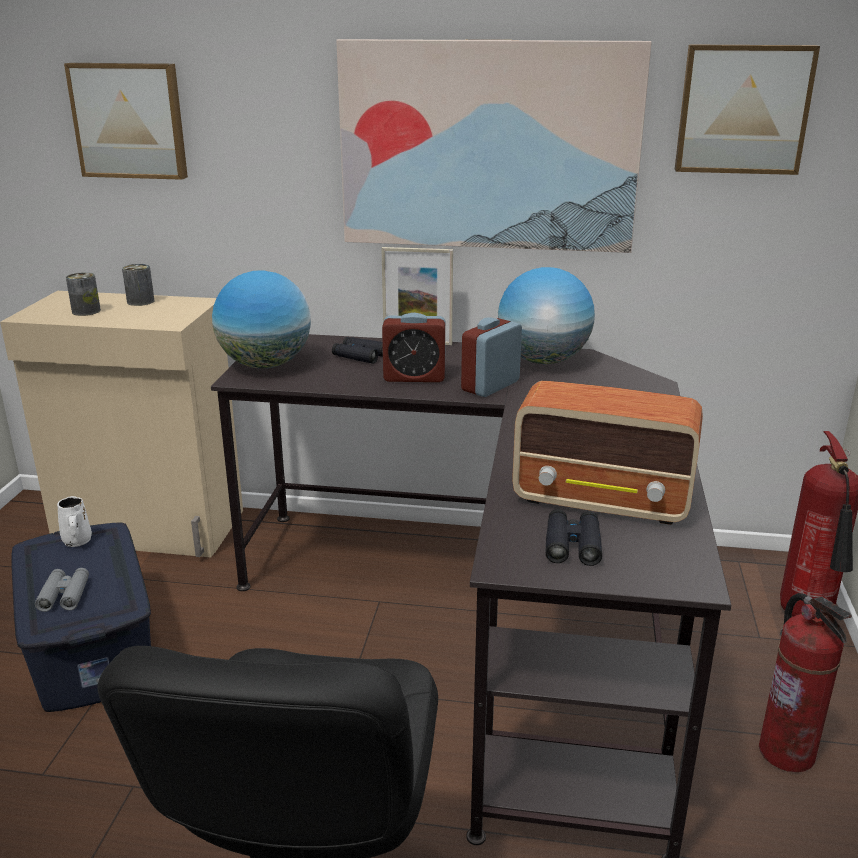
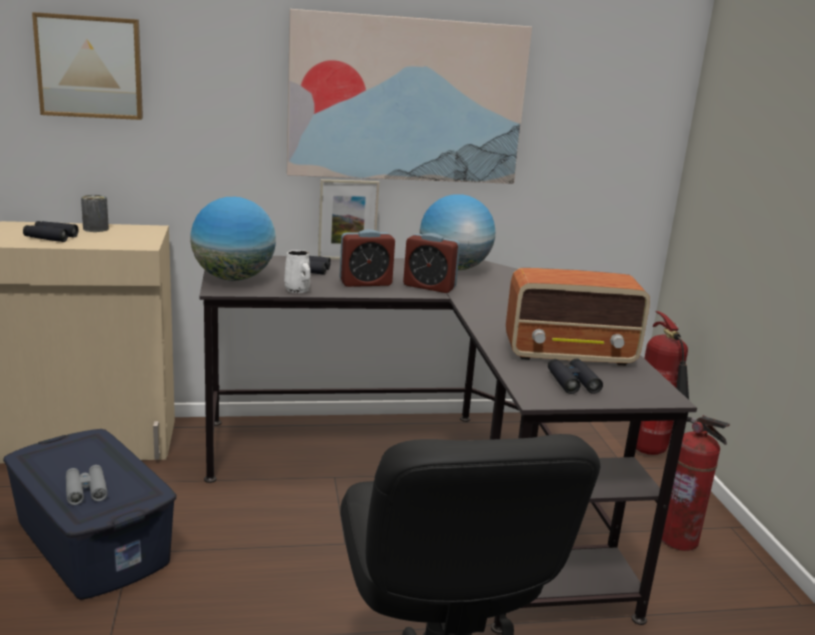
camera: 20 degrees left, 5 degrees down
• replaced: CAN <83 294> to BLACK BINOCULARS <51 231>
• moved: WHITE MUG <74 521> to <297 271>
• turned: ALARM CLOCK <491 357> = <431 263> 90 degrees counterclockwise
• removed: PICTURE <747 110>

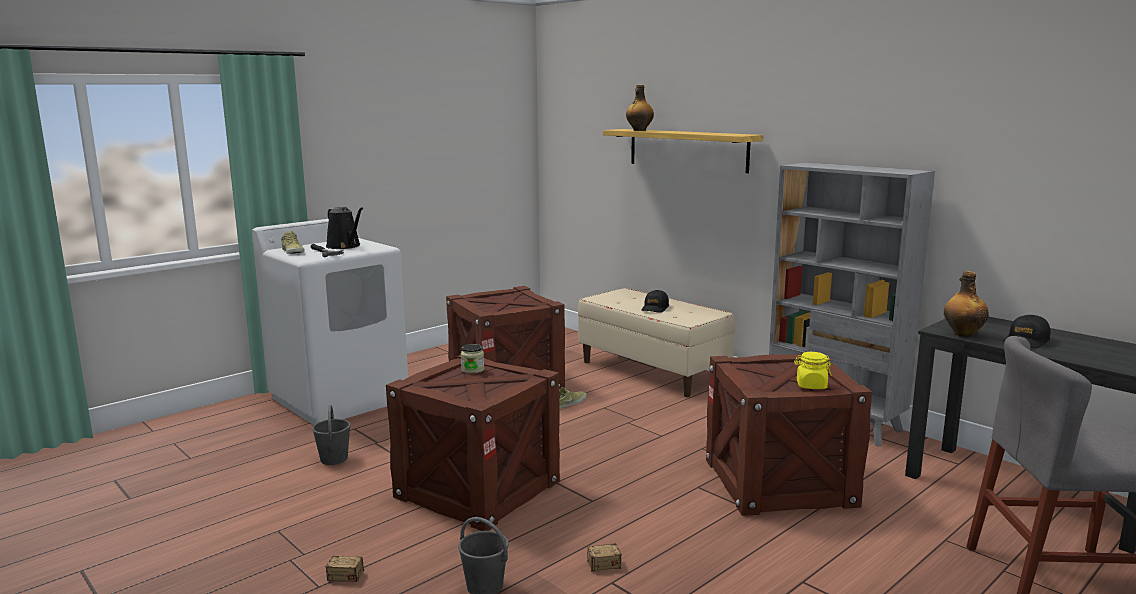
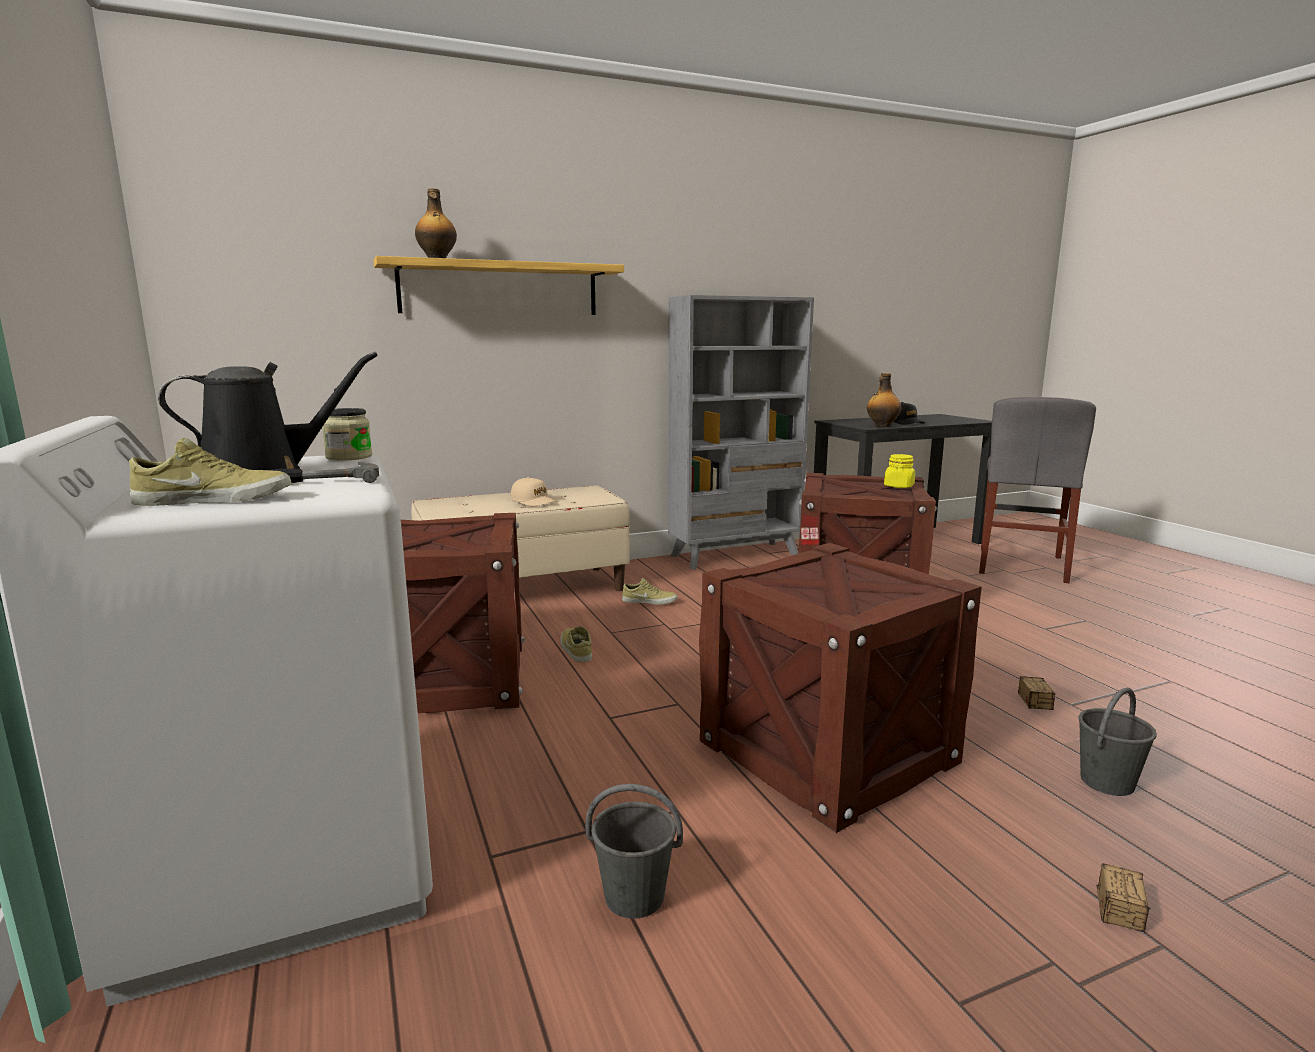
camera: 70 degrees left, 0 degrees up
• moved: JAR <472 359> to <347 434>
• recoloured: BLACK CAP <655 301> to BEIGE CAP <534 491>
• added: BEIGE SHOE <650 591>

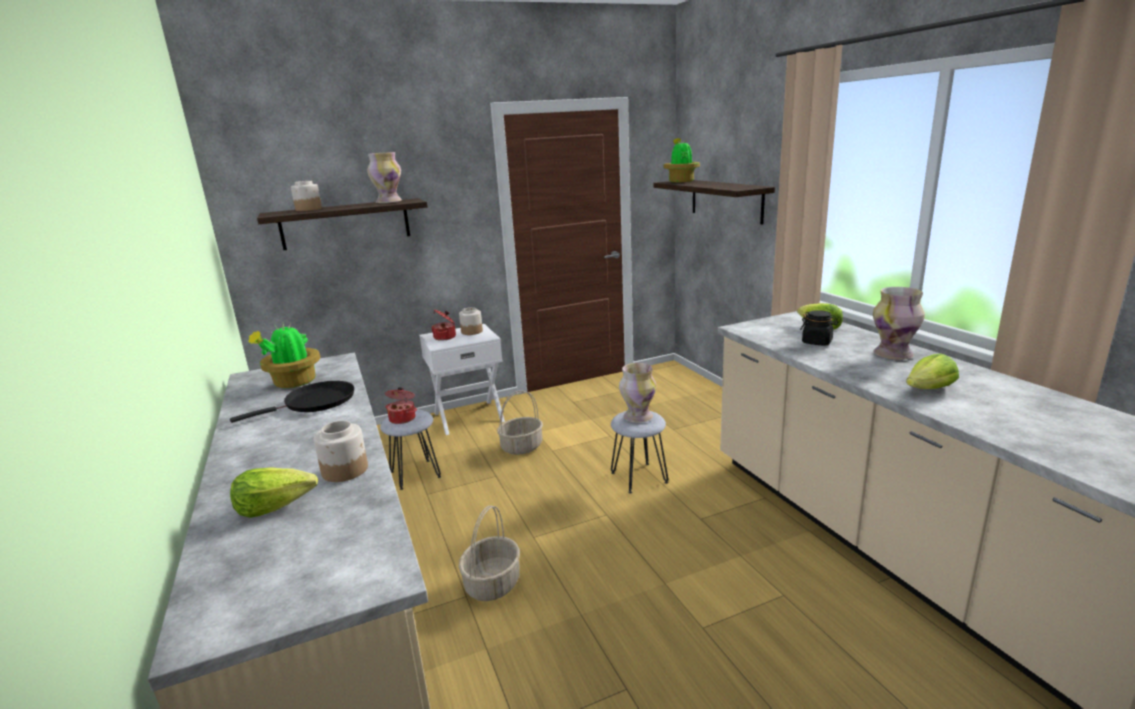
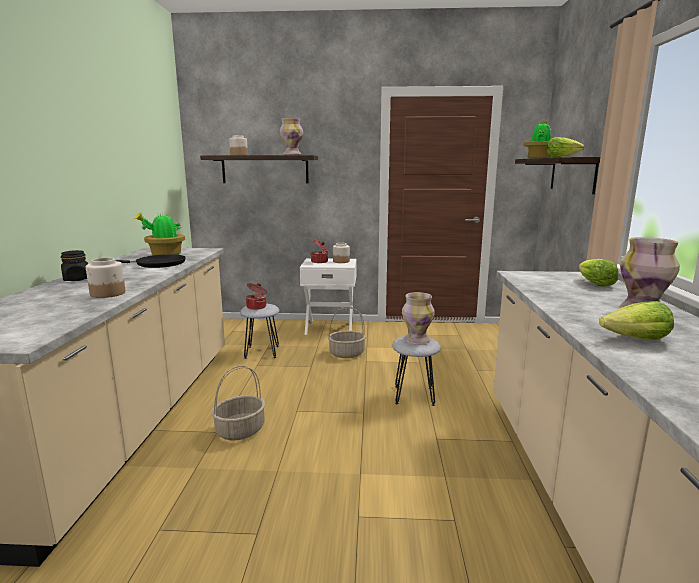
camera: 25 degrees right, 5 degrees down
• moved: BLACK JAR <819 328> to <74 265>
• moved: LETTUCE <274 492> to <565 147>

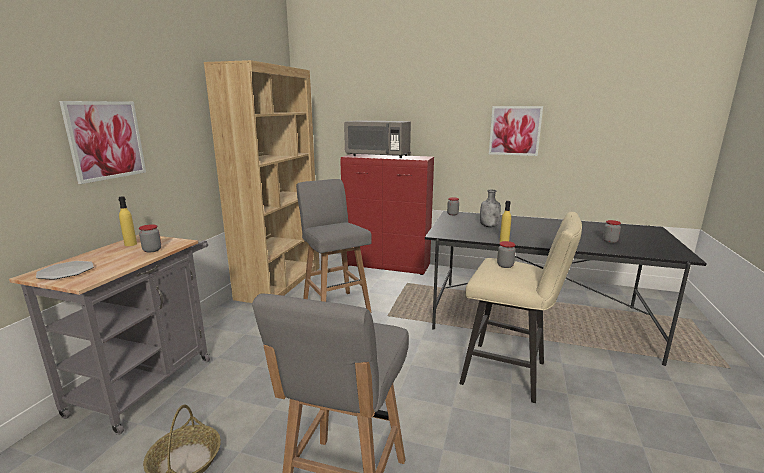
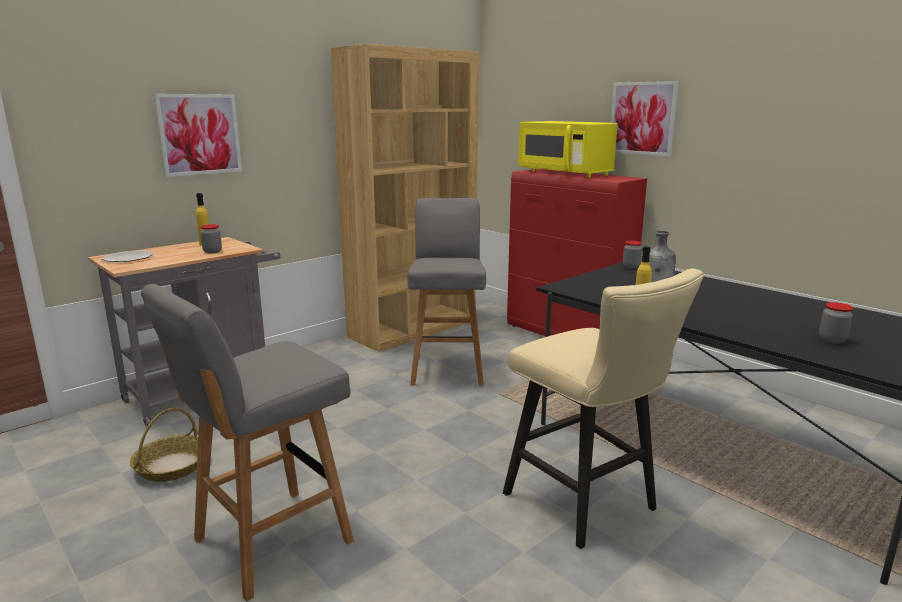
camera: 30 degrees right, 0 degrees up
• recoloured: GREY MICROWAVE <377 139> to YELLOW MICROWAVE <568 149>
• moved: PICTURE <516 131> to <645 118>
• removed: JAR <506 254>

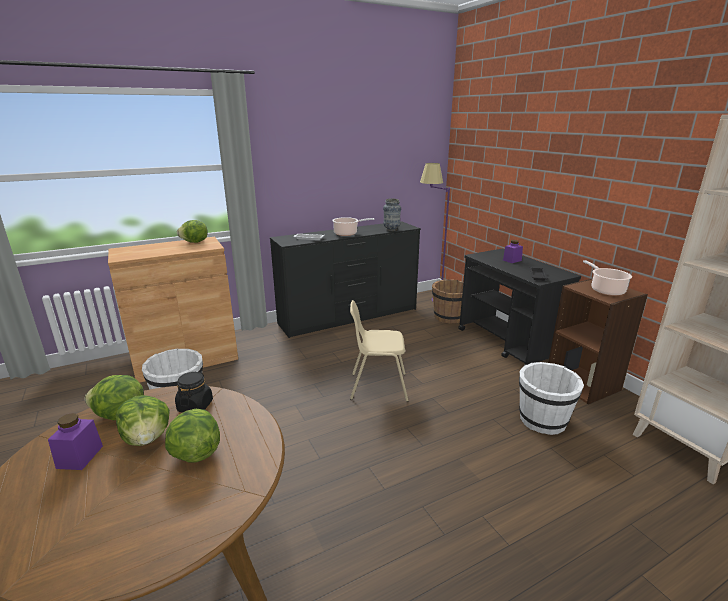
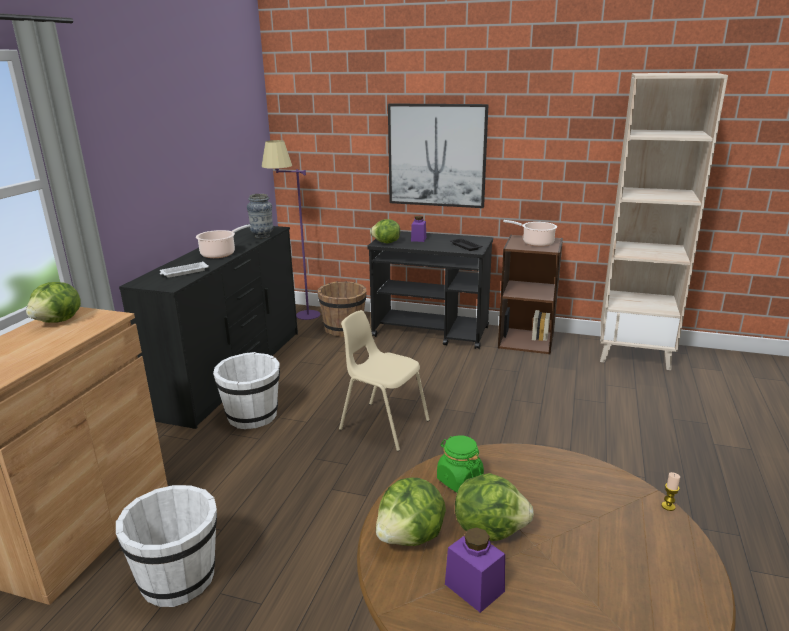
camera: 45 degrees left, 0 degrees up
• moved: WHITE BUCKET <551 398> to <246 390>
• turned: BEIGE CHAIR <379 351> = <384 380> 75 degrees clockwise
• moved: LETTUCE <192 435> to <385 231>
• added: PICTURE <438 155>
• recoloured: BLACK JAR <194 392> to GREEN JAR <460 464>
• added: CANDLE <670 491>

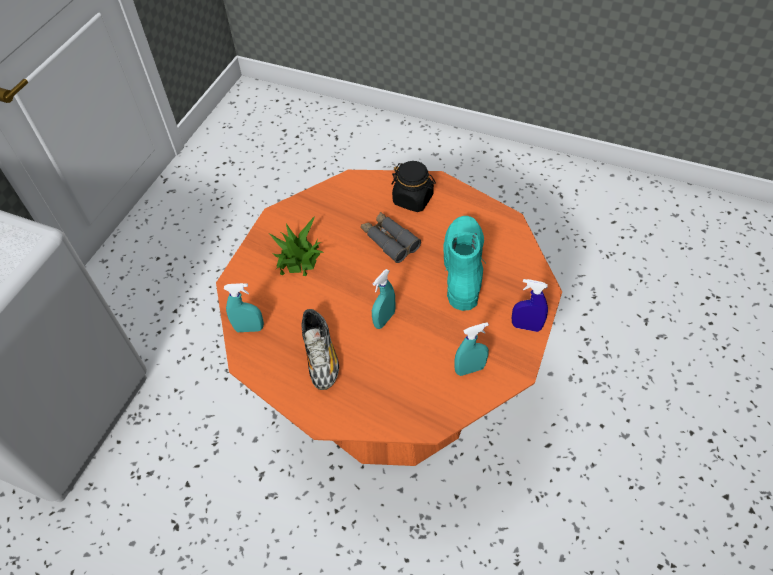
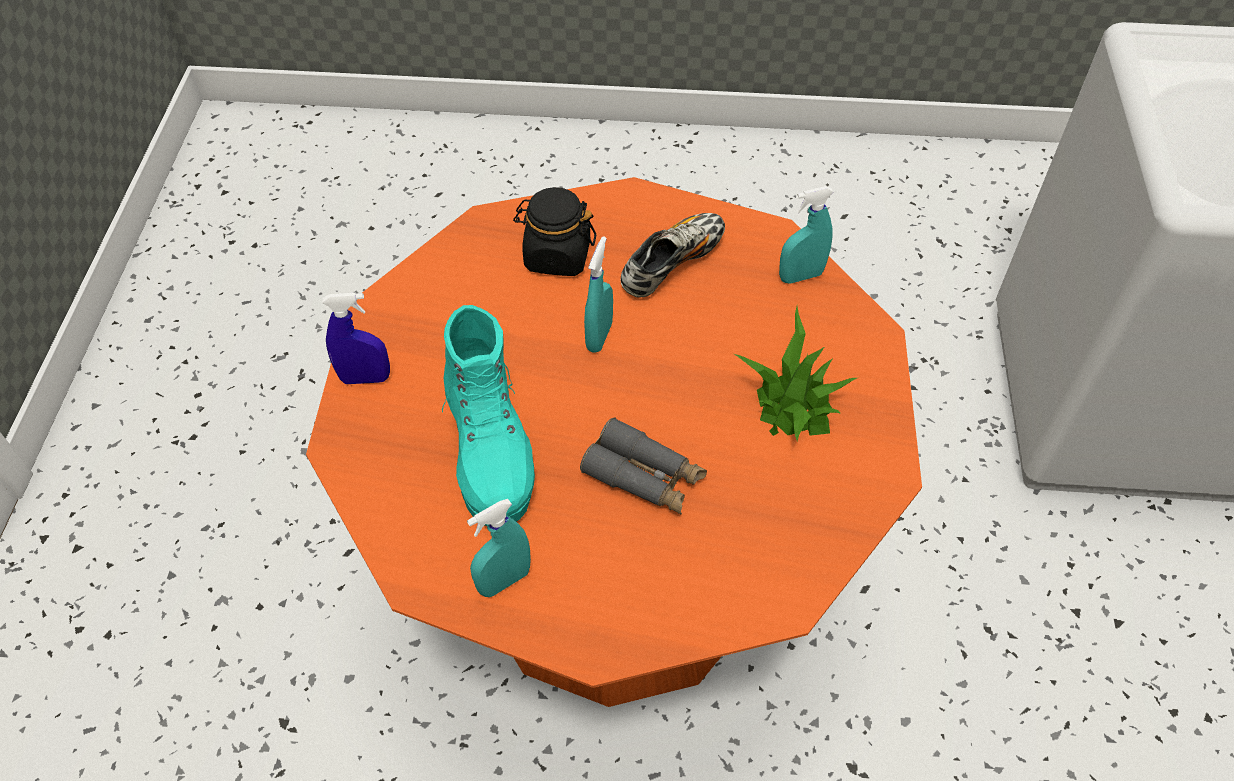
camera: 160 degrees right, 0 degrees up
• moved: TURQUOISE SPRAY BOTTLE <471 349> to <499 548>
• moved: BLACK JAR <413 186> to <555 231>
• turned: SHOE <320 349> = <672 255> 75 degrees clockwise

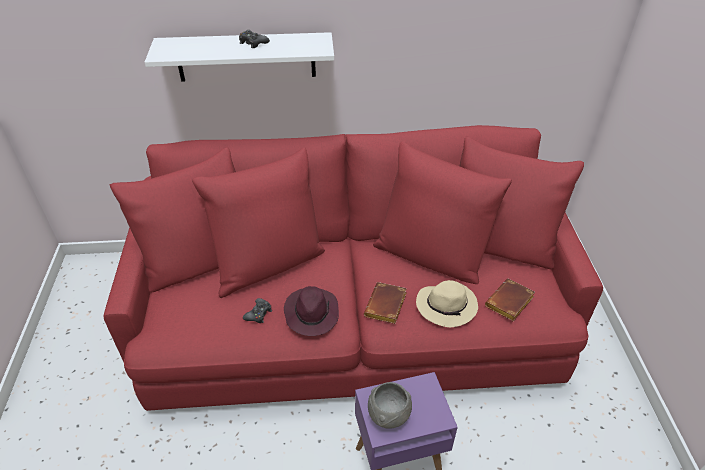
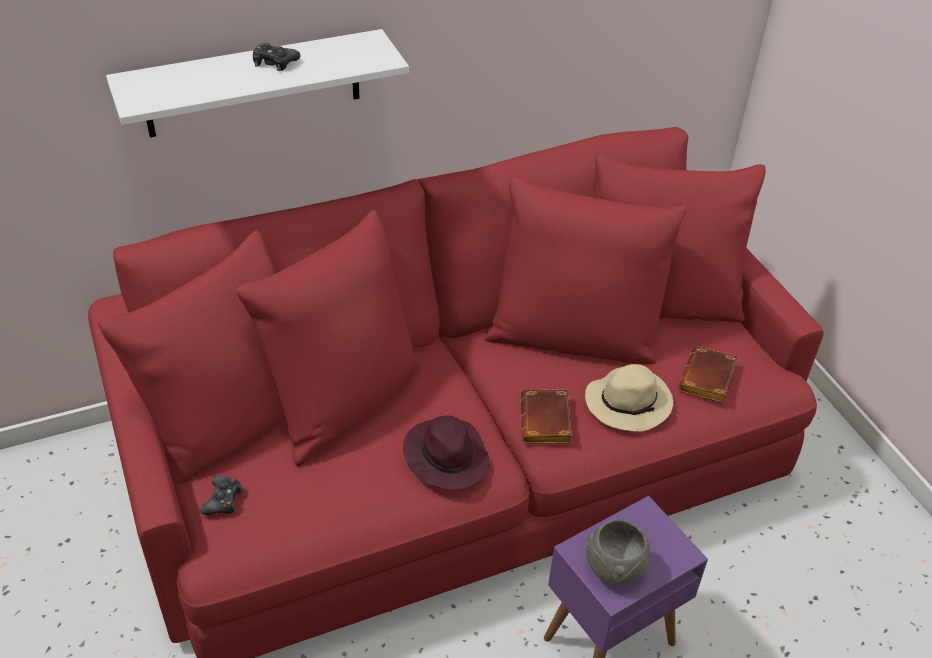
camera: 20 degrees left, 0 degrees up
• moved: BLACK GAME CONTROLLER <257 310> to <221 495>

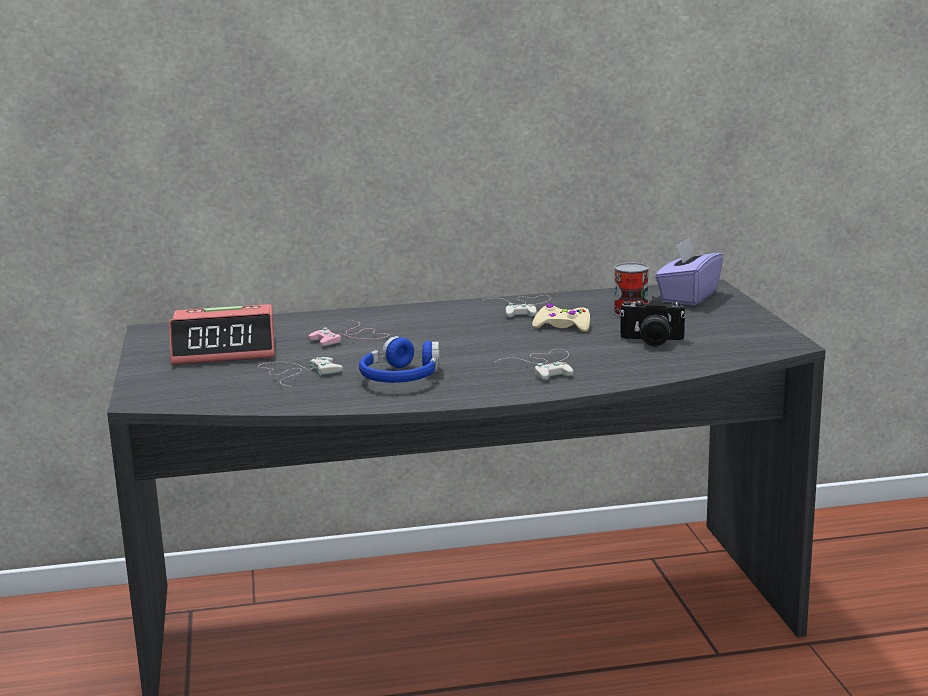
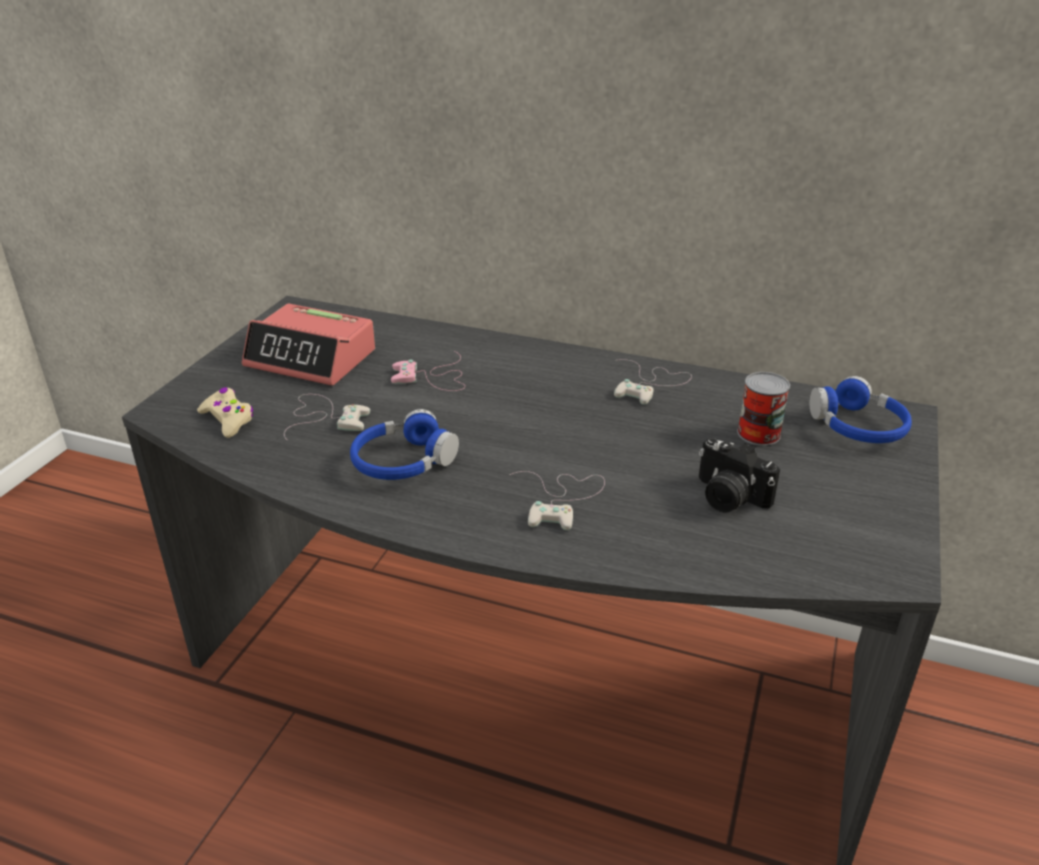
camera: 30 degrees right, 15 degrees up
• moved: BEIGE GAME CONTROLLER <561 318> to <225 412>
• replaced: PURPLE TISSUE BOX <689 271> to BLUE HEADPHONES <860 409>

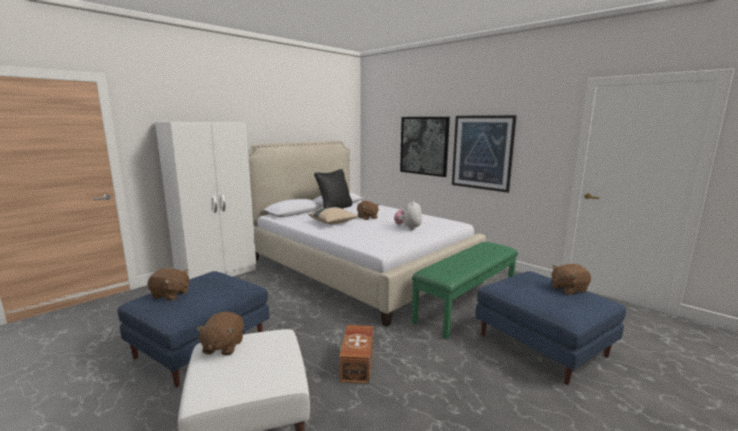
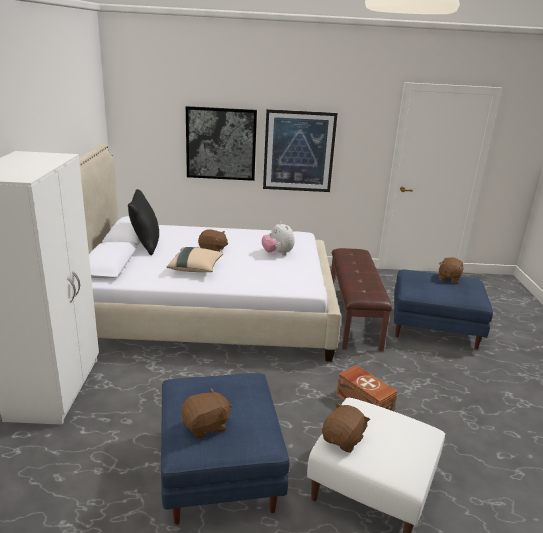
camera: 45 degrees left, 10 degrees up
• turned: BROWN PLUSH TOY <220 333> = <346 427> 105 degrees counterclockwise
• recoloured: GREEN BENCH <465 290> to BROWN BENCH <361 299>

